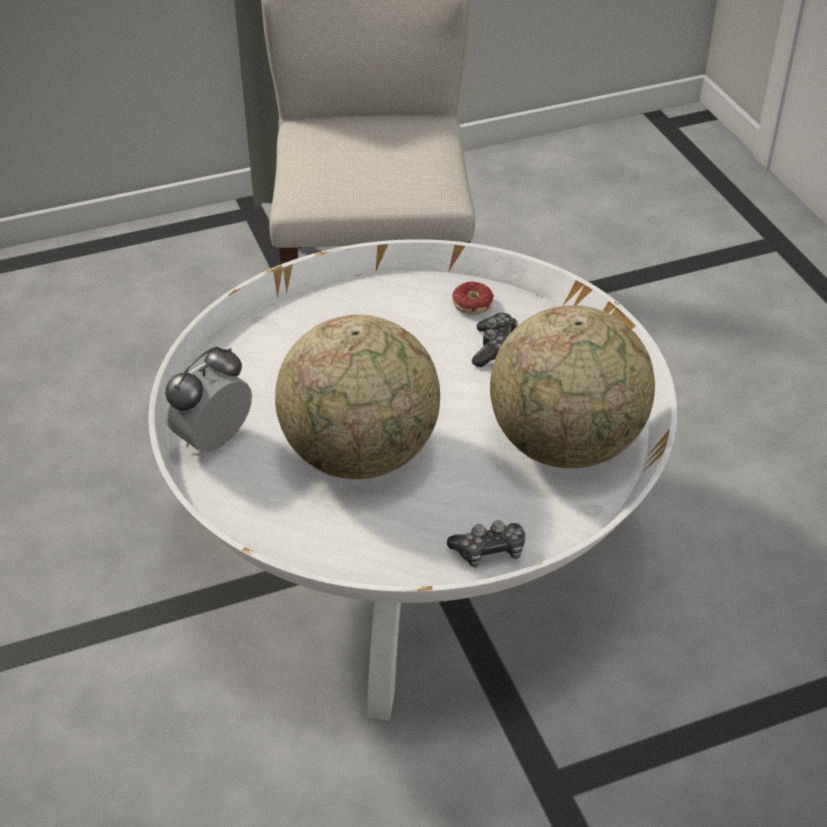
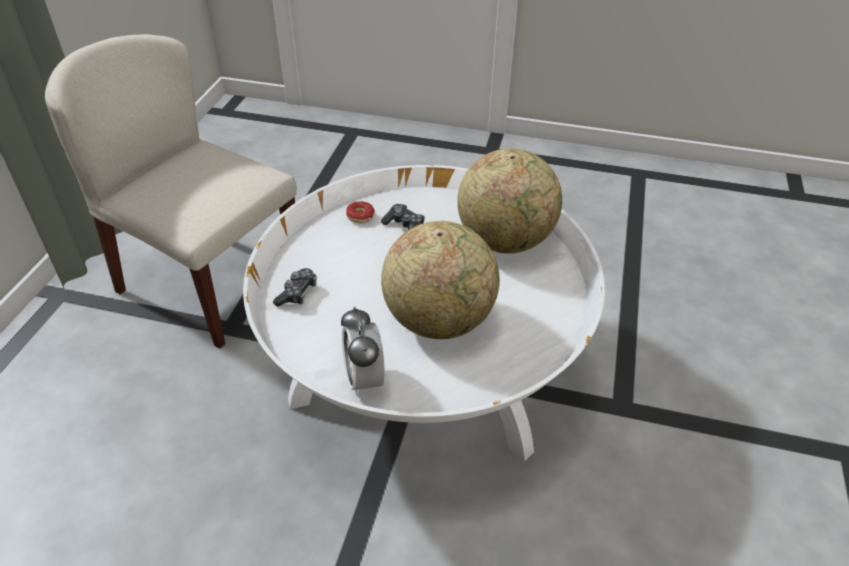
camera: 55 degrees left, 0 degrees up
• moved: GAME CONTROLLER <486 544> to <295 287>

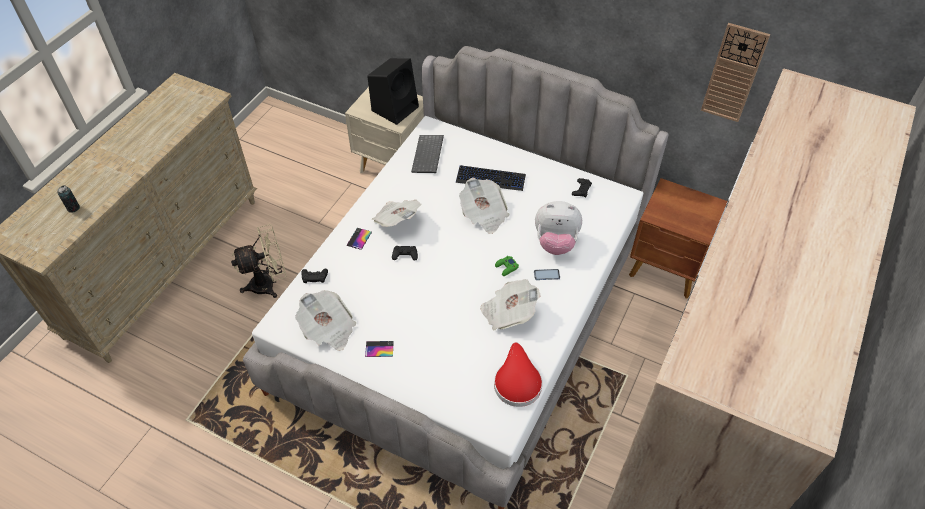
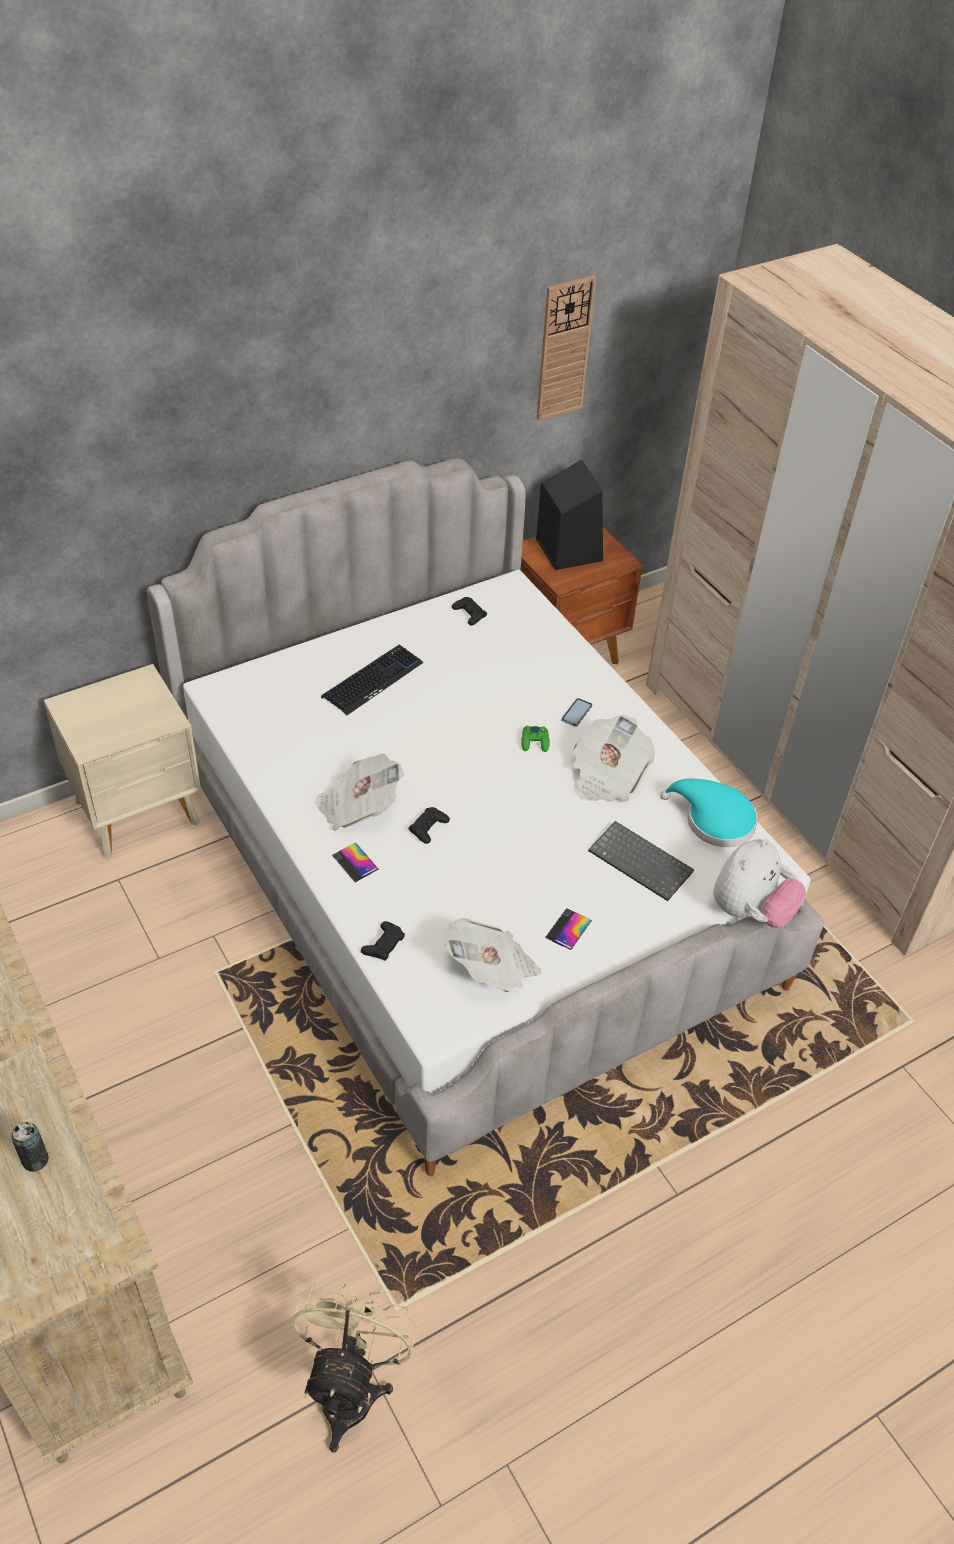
camera: 60 degrees left, 5 degrees down
• moved: BEIGE FAN <258 261> to <355 1367>
• moved: BLACK SPEAKER <393 91> to <569 515>
• moved: KEYBOARD <427 154> to <641 861>
• recoloured: RED HAT <518 375> to TURQUOISE HAT <709 813>
• moved: PLUSH TOY <558 228> to <759 883>
• removed: NEWSPAPER <484 206>

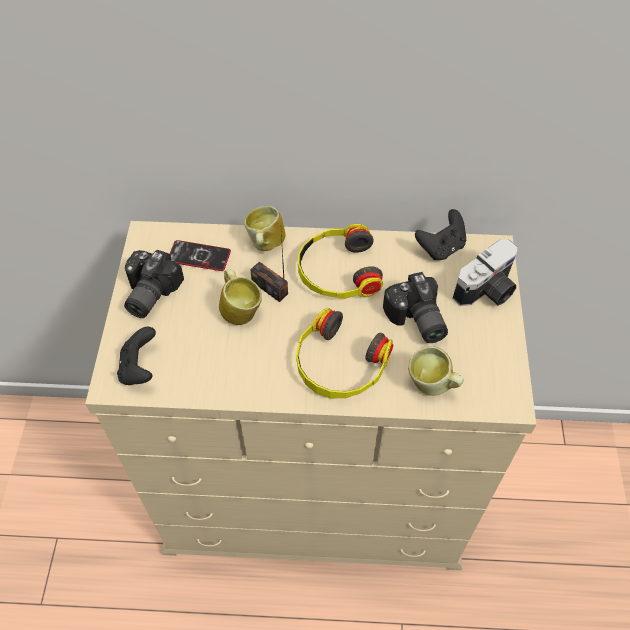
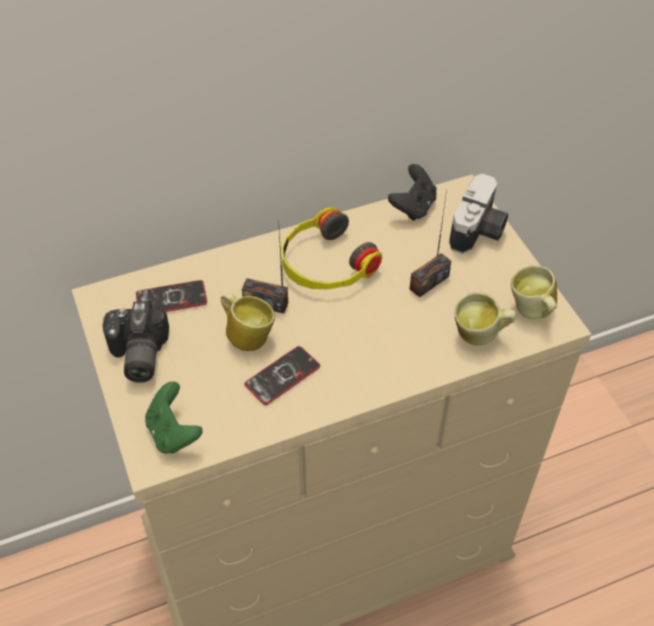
camera: 25 degrees left, 5 degrees down
• recoloured: BLACK GAME CONTROLLER <136 356> to GREEN GAME CONTROLLER <174 417>
• added: PHONE <282 375>
• replaced: PHOTO CAMERA <415 307> to RADIO <430 243>
• moved: MUG <264 228> to <534 292>
• removed: HEADPHONES <344 353>

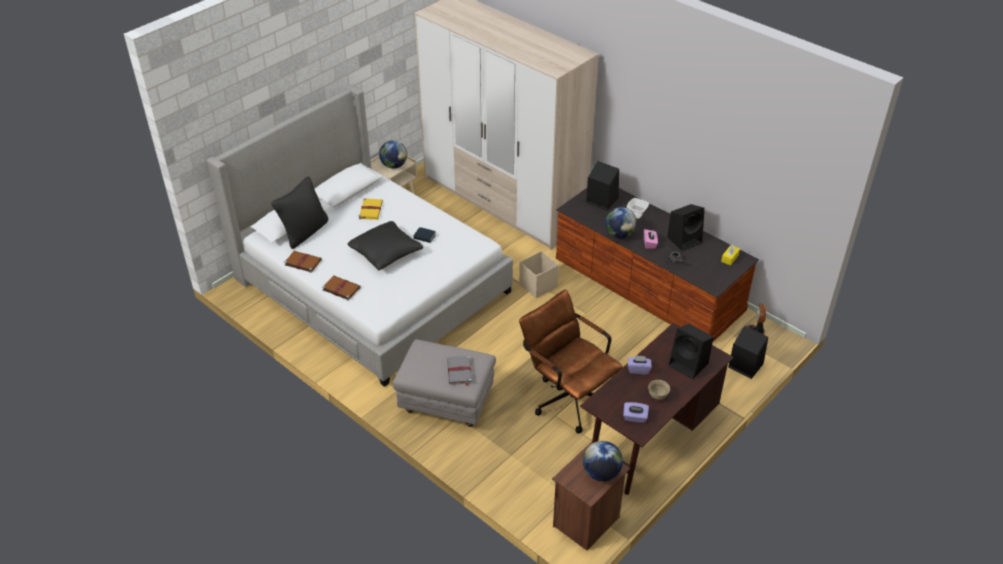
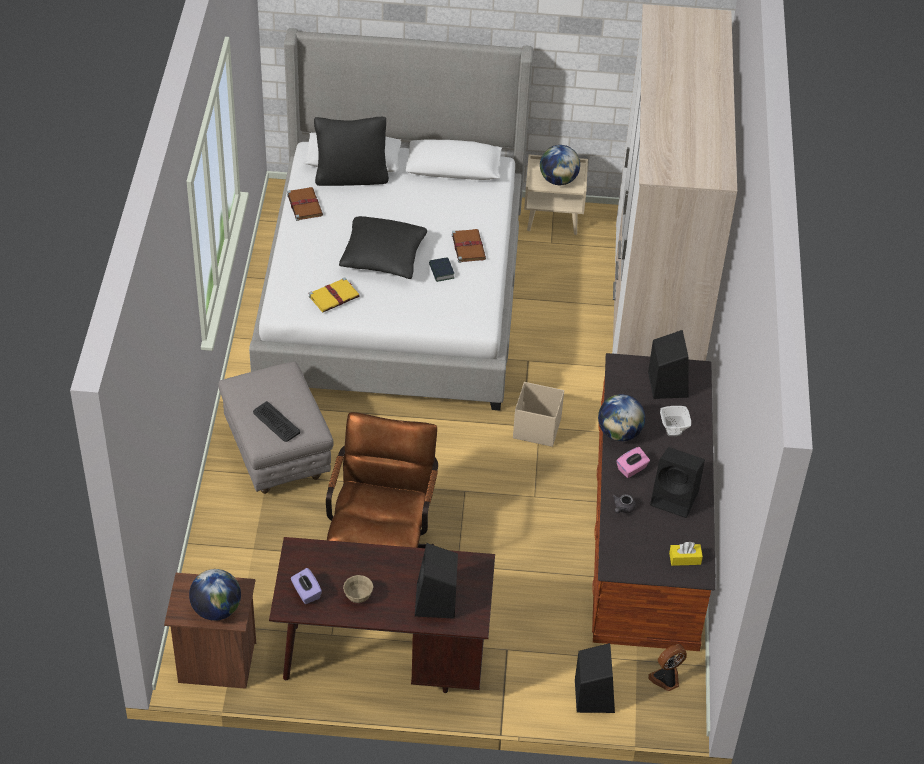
camera: 50 degrees right, 5 degrees up
• replaced: GREY BOOK <459 371> to KEYBOARD <276 421>
• moved: YELLOW BOOK <371 209> to <334 295>
• moved: BROWN BOOK <341 288> to <469 246>
• removed: PURPLE TISSUE BOX <640 365>

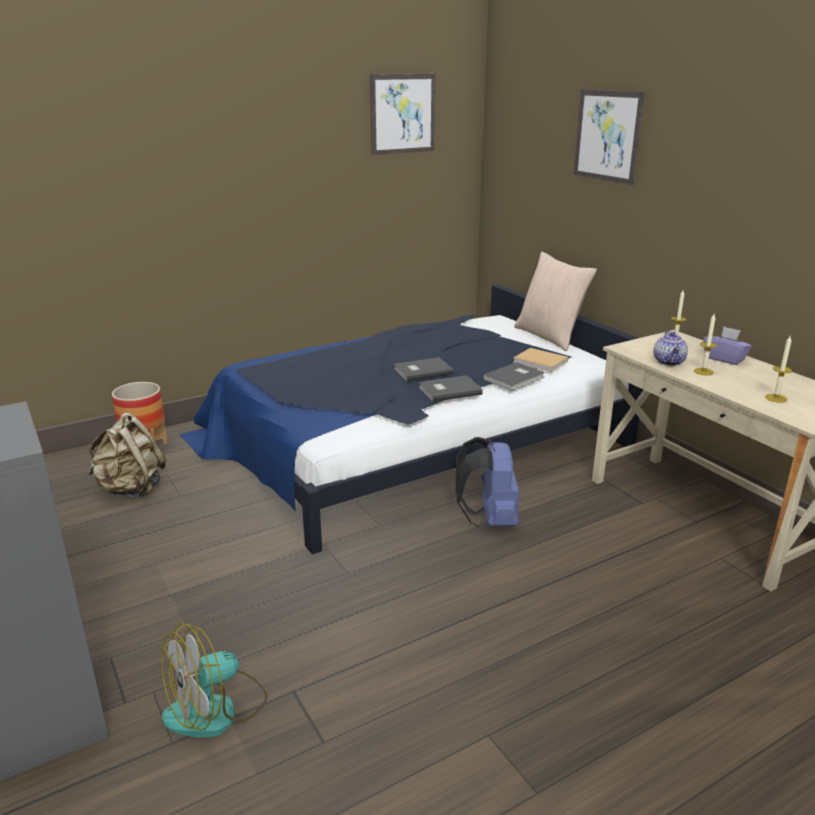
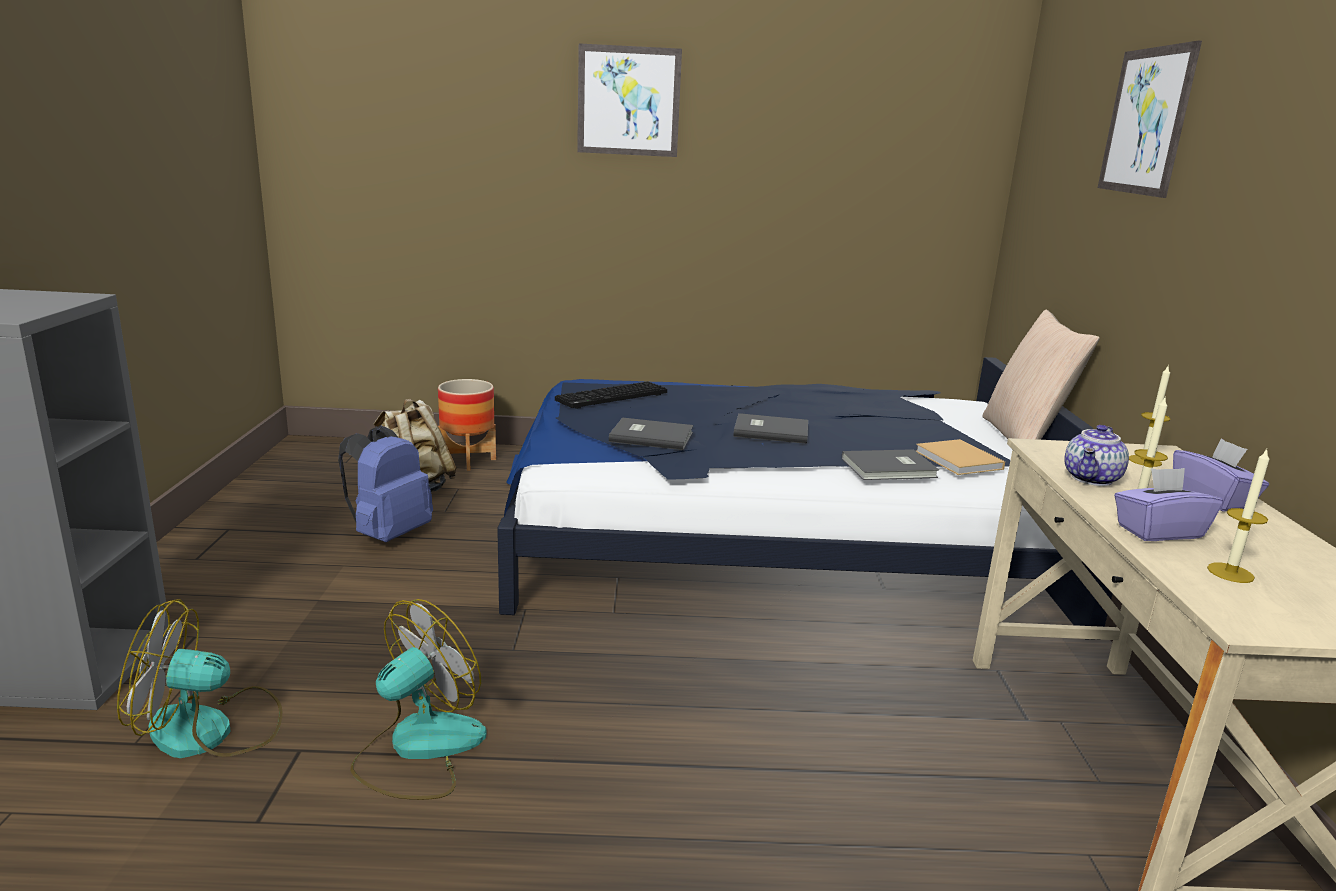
camera: 30 degrees right, 5 degrees down
• moved: BLUE BACKPACK <487 481> to <385 483>
• added: FAN <419 699>
• added: KEYBOARD <611 395>
• moved: PICTURE <403 114> to <629 100>
• moved: GREY BOOK <451 388> to <651 433>
• added: PURPLE TISSUE BOX <1168 504>

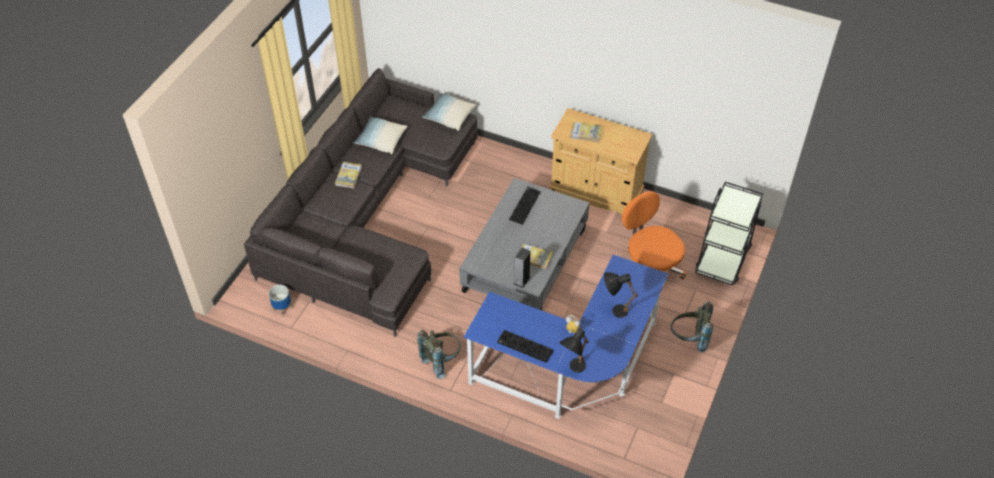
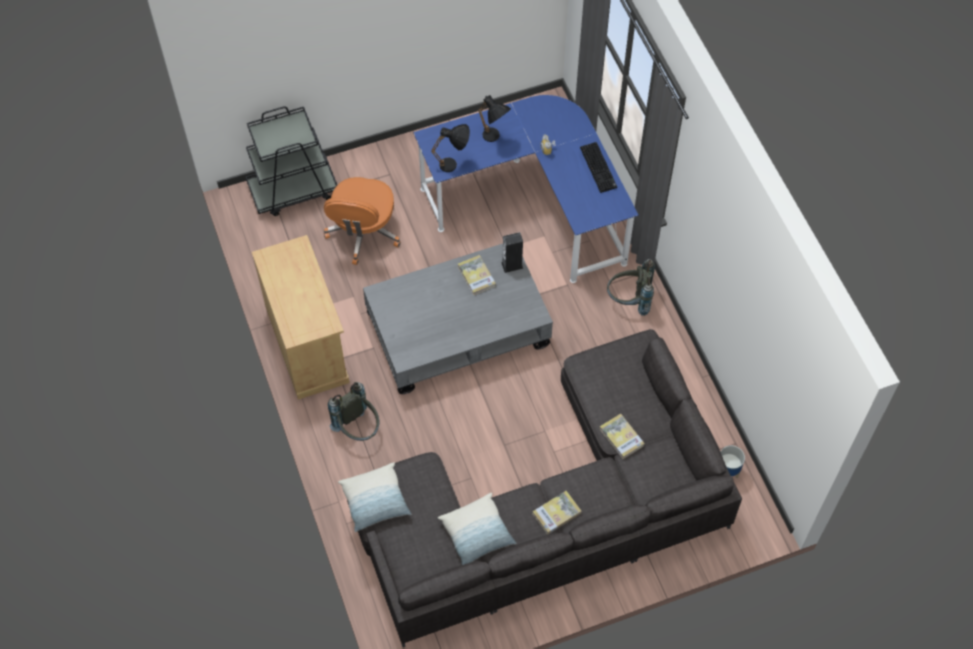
camera: 135 degrees left, 10 degrees up
• moved: GREY BACKPACK <692 326> to <354 411>
• moved: BLACK TABLE LAMP <574 350> to <450 148>
• moved: BOOK <586 132> to <622 436>
• removed: KEYBOARD <524 206>

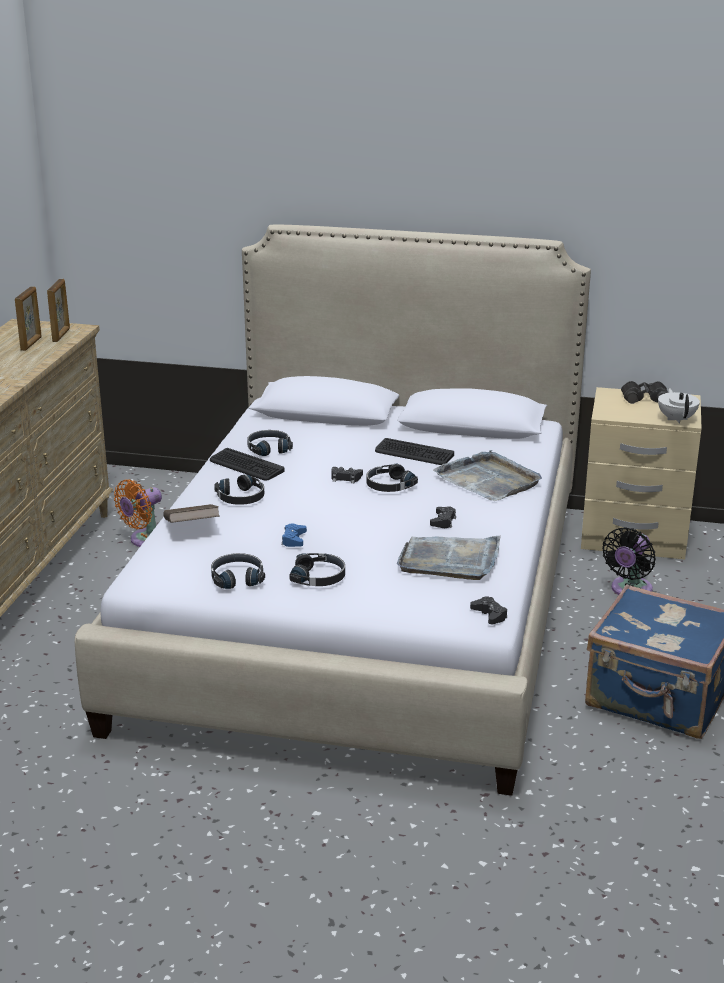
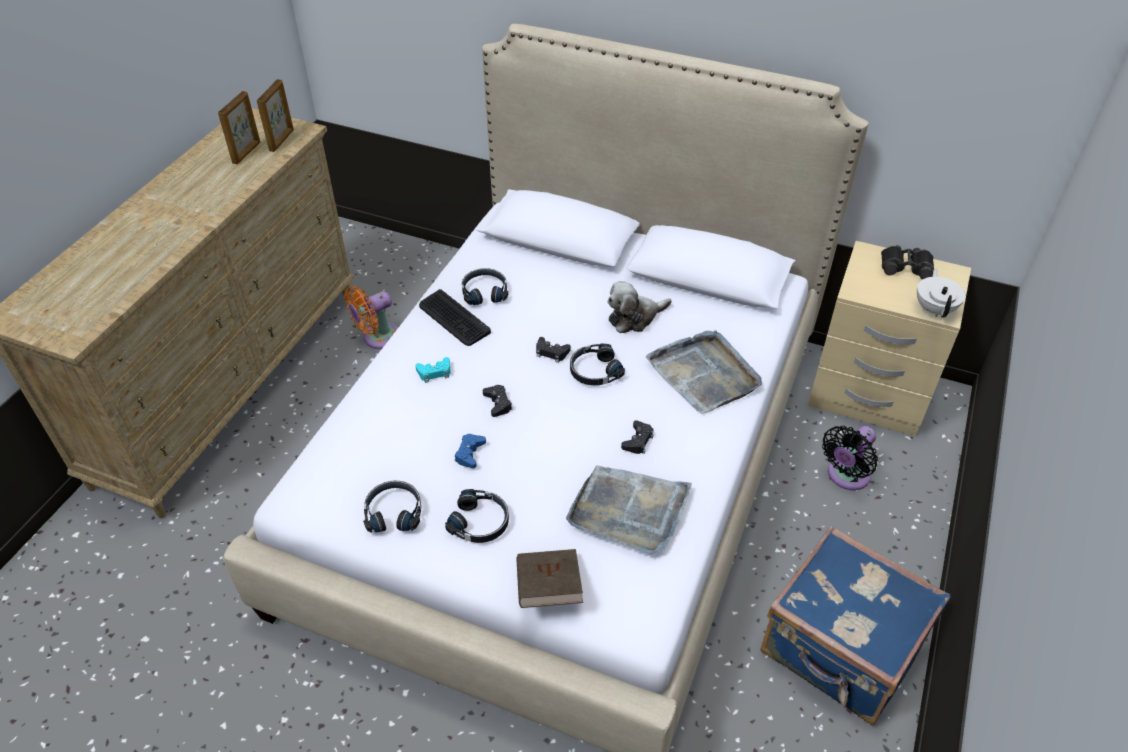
camera: 10 degrees right, 20 degrees up
• replaced: BLACK HEADPHONES <239 490> to TURQUOISE GAME CONTROLLER <433 370>
• moved: BLACK GAME CONTROLLER <488 610> to <498 401>
• moved: BROWN BOOK <191 513> to <549 578>
• replaced: KEYBOARD <414 451> to PLUSH TOY <639 307>

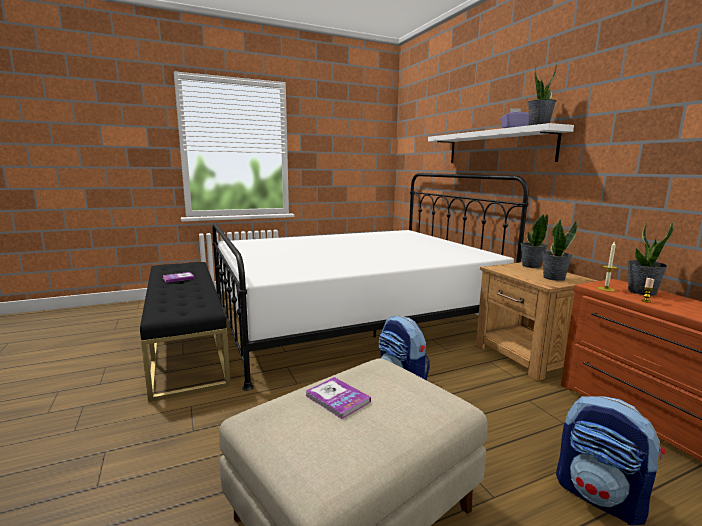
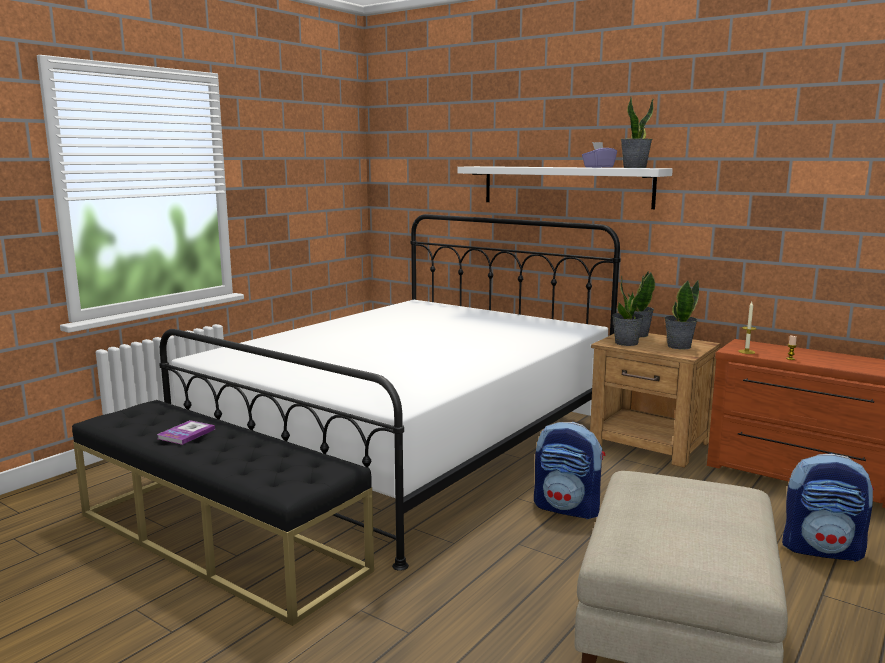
camera: 30 degrees left, 0 degrees up
• moved: POTTED PLANT <651 259> to <628 310>
• removed: BOOK <338 398>

